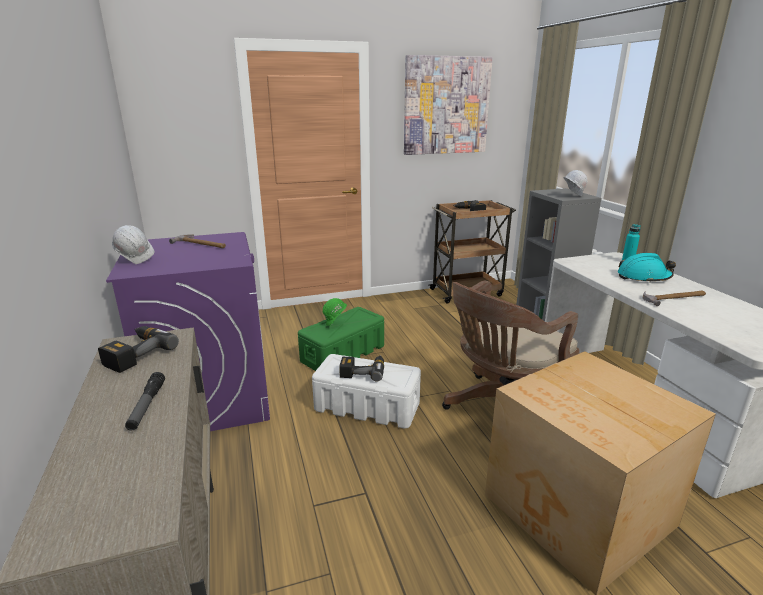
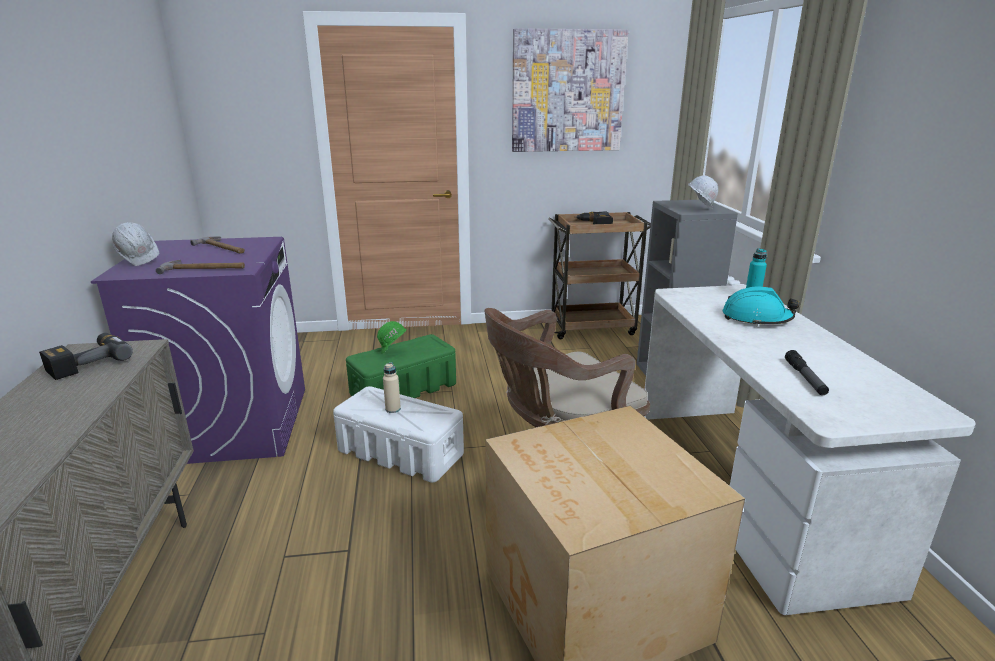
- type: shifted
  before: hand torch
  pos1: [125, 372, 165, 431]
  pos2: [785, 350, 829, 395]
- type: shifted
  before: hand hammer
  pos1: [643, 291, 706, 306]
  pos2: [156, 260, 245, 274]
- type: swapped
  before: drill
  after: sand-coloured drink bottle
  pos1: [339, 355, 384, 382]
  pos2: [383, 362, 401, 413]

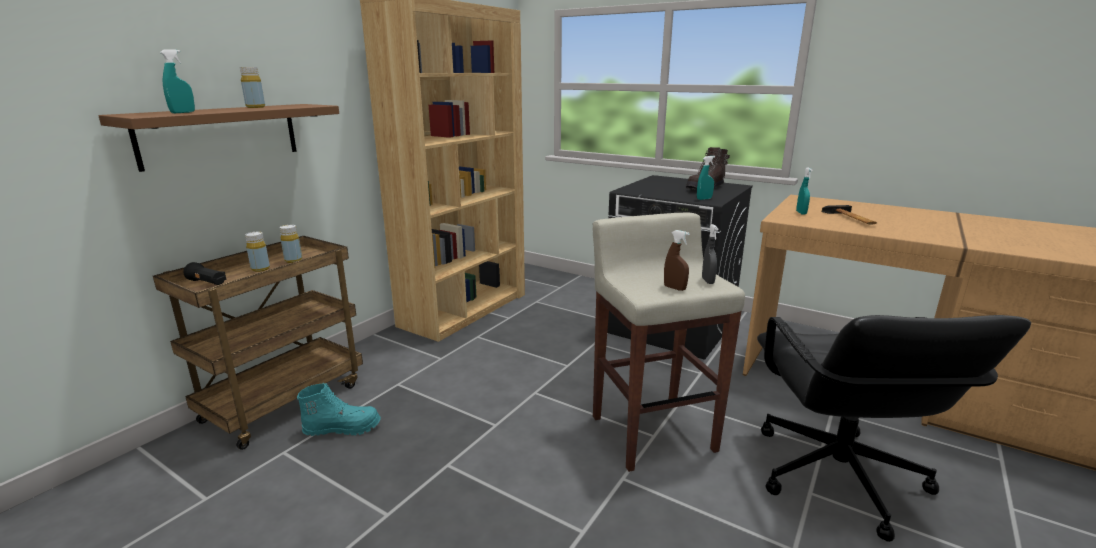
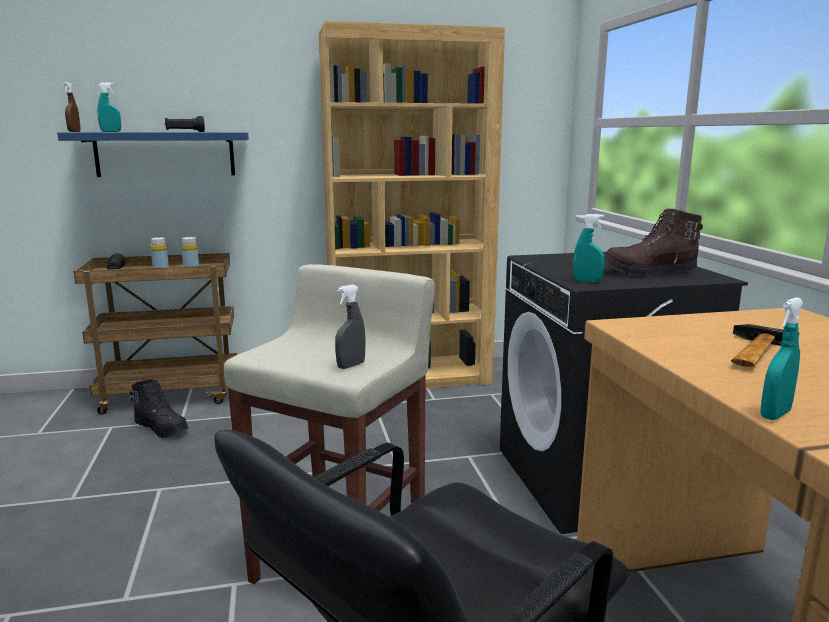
- type: shifted
  before: brown-coloured hand sprayer
  pos1: [664, 230, 690, 291]
  pos2: [63, 82, 81, 132]
- type: shifted
  before: turquoise-coloured hand sprayer
  pos1: [796, 167, 812, 215]
  pos2: [761, 297, 804, 420]
- type: swapped
  before: yellow drink bottle
  after: blackish hand torch
  pos1: [240, 67, 265, 108]
  pos2: [165, 116, 205, 132]
- type: repainted
  before: brown-coloured shelf
  after: blue-coloured shelf
  pos1: [98, 104, 339, 172]
  pos2: [57, 132, 249, 177]
- type: repainted
  before: turquoise-coloured boot
  after: blackish boot
  pos1: [297, 383, 381, 436]
  pos2: [130, 380, 189, 438]

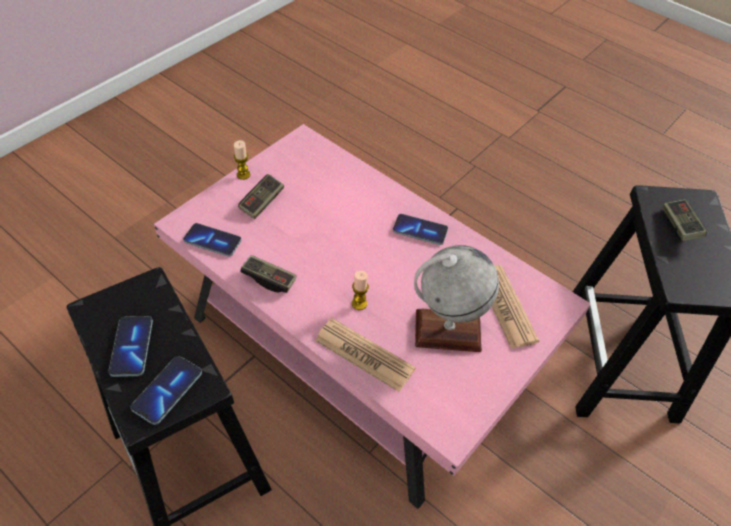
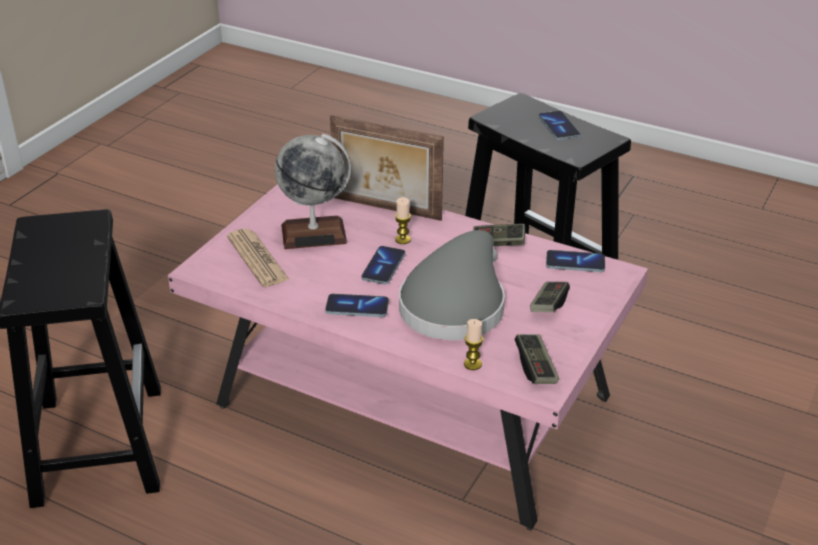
- type: new
  after: greyish wearable hat
  pos2: [399, 230, 505, 340]
- type: shifted
  before: handset
  pos1: [131, 356, 202, 425]
  pos2: [361, 246, 405, 284]
- type: shifted
  before: candle
  pos1: [234, 140, 250, 180]
  pos2: [464, 319, 483, 370]
- type: shifted
  before: game controller
  pos1: [663, 199, 707, 241]
  pos2: [515, 334, 559, 384]
- type: swapped
  before: printed paper
  after: photo frame
  pos1: [315, 318, 416, 392]
  pos2: [330, 115, 444, 221]

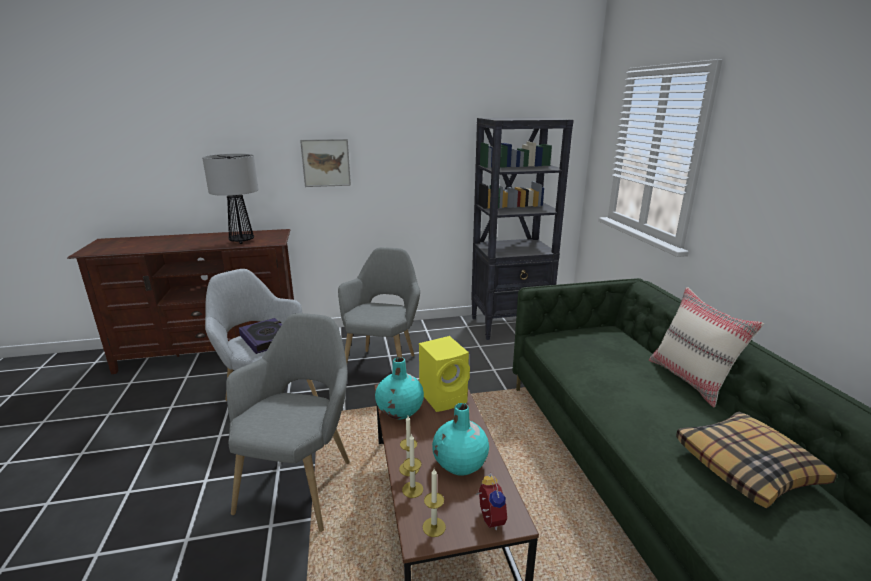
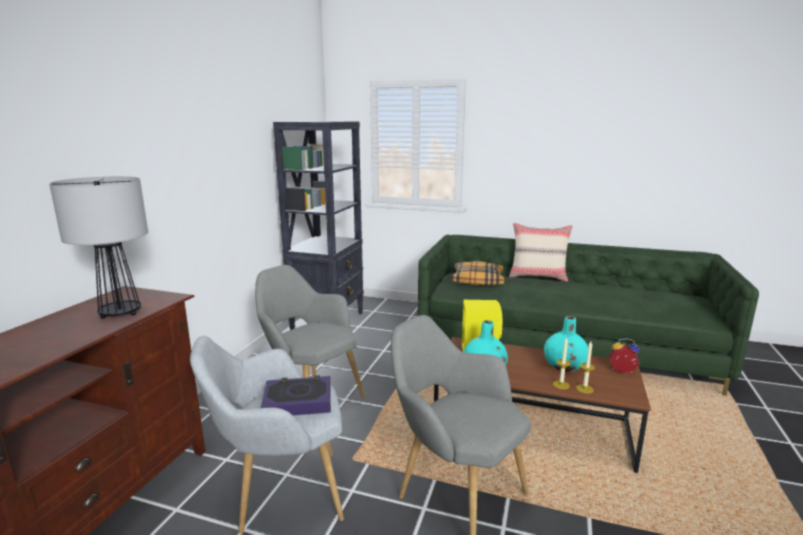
- type: gone
  before: picture
  pos1: [300, 139, 351, 187]
- type: gone
  before: candle
  pos1: [423, 469, 446, 537]
- type: shifted
  before: pillow
  pos1: [676, 412, 837, 508]
  pos2: [452, 261, 504, 286]

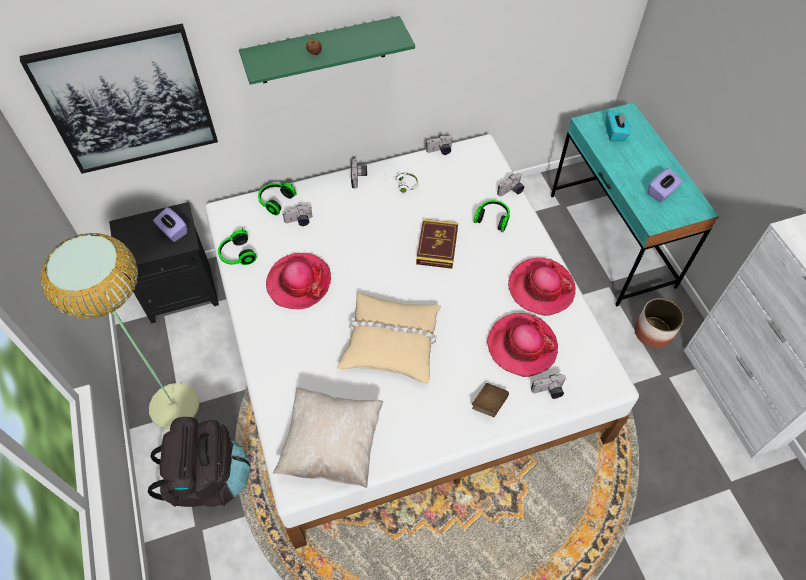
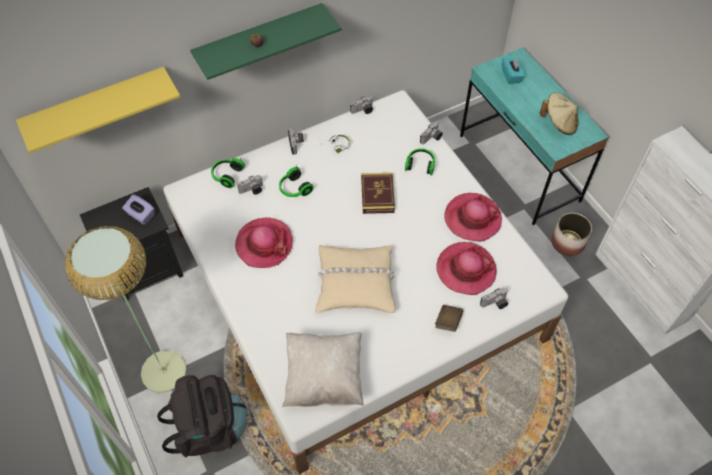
- type: shifted
  before: pair of headphones
  pos1: [218, 228, 257, 265]
  pos2: [279, 164, 314, 197]
- type: swapped
  before: picture
  after: yellow shelf
  pos1: [20, 23, 218, 174]
  pos2: [16, 67, 180, 153]
- type: swapped
  before: purple tissue holder
  after: sand-coloured wearable hat
  pos1: [648, 168, 683, 203]
  pos2: [540, 92, 579, 135]

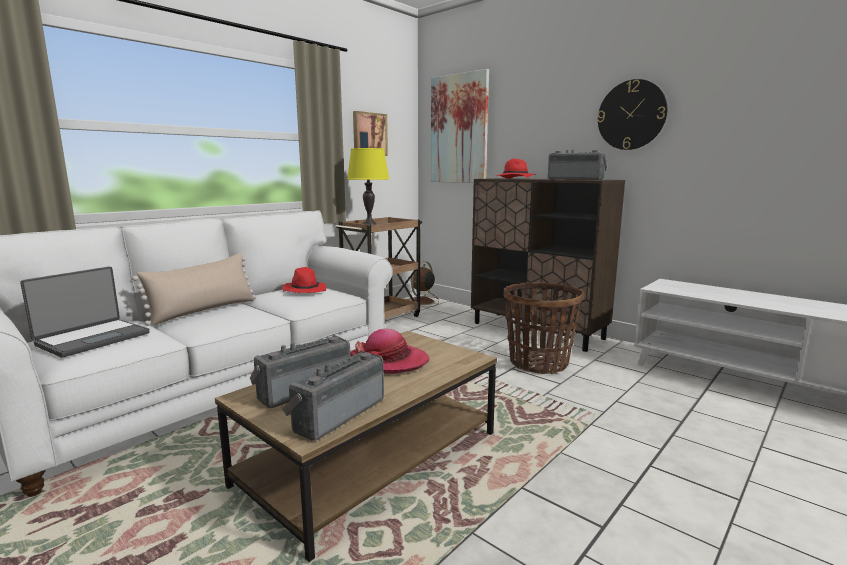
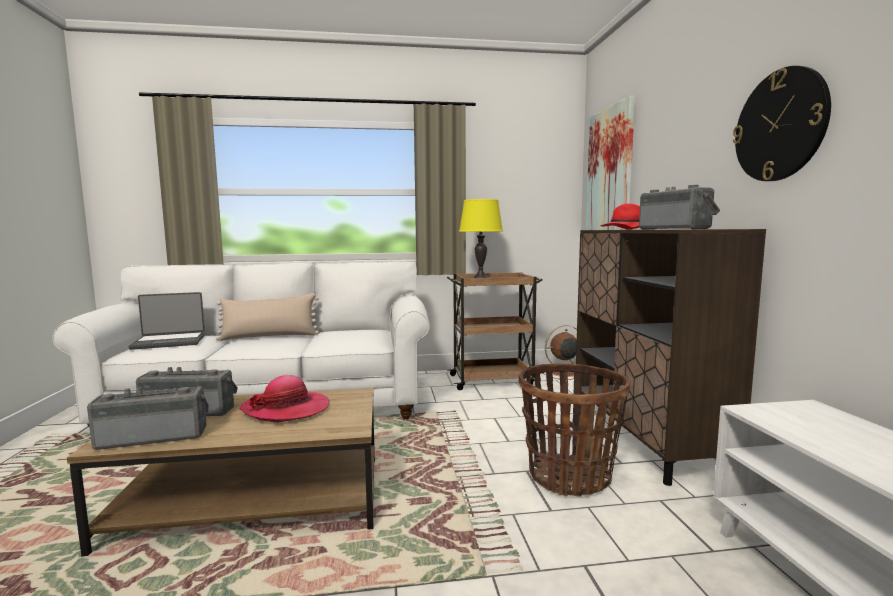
- type: gone
  before: red wearable hat
  pos1: [282, 267, 326, 293]
- type: gone
  before: picture
  pos1: [353, 111, 388, 156]

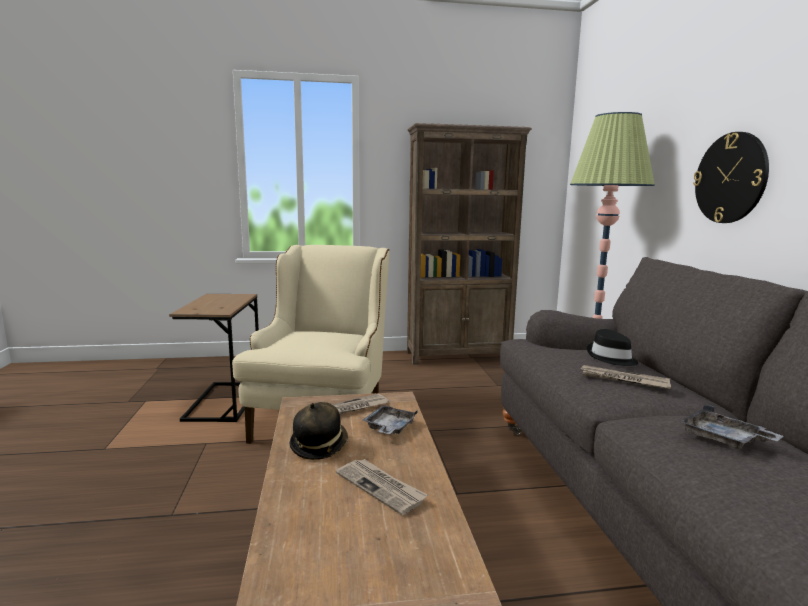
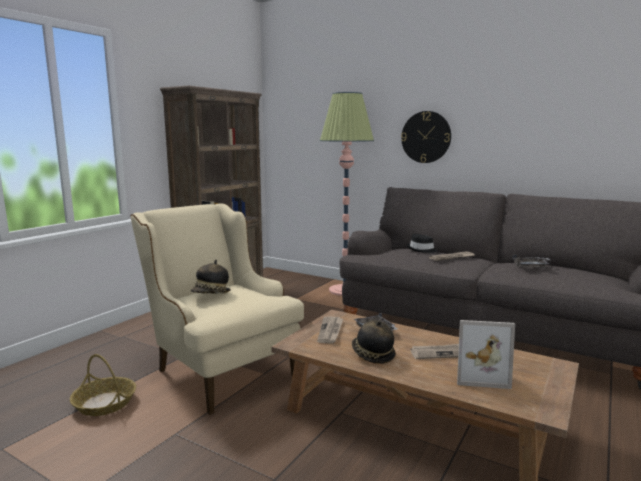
- type: new
  after: wearable hat
  pos2: [191, 260, 231, 294]
- type: new
  after: photo frame
  pos2: [457, 320, 515, 389]
- type: swapped
  before: brown-coloured side table
  after: basket
  pos1: [169, 294, 259, 422]
  pos2: [70, 354, 136, 416]

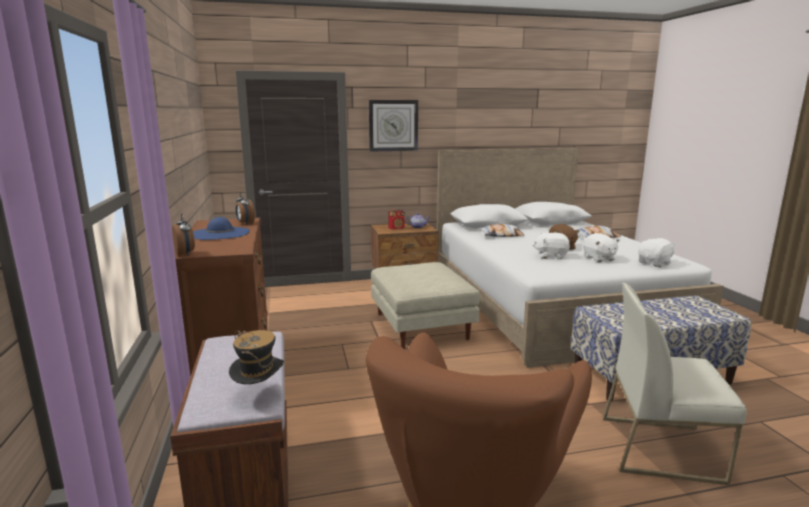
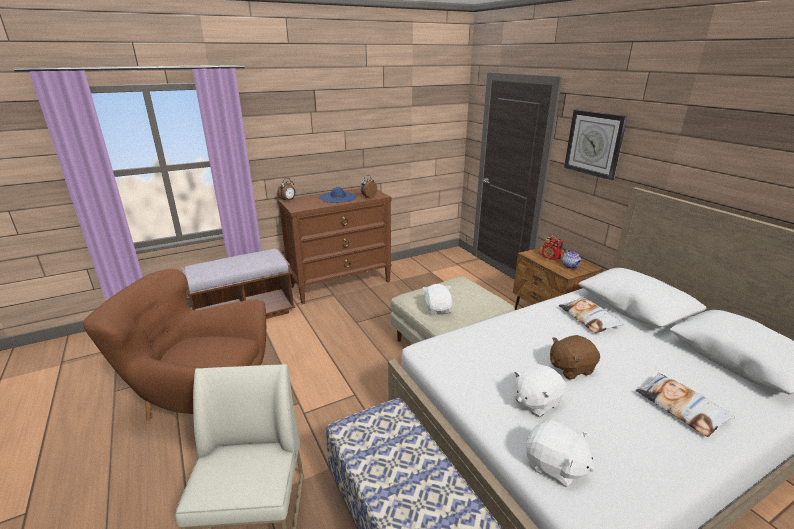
- type: gone
  before: wearable hat
  pos1: [229, 330, 284, 384]
- type: shifted
  before: white plush toy
  pos1: [532, 233, 570, 259]
  pos2: [423, 284, 453, 314]

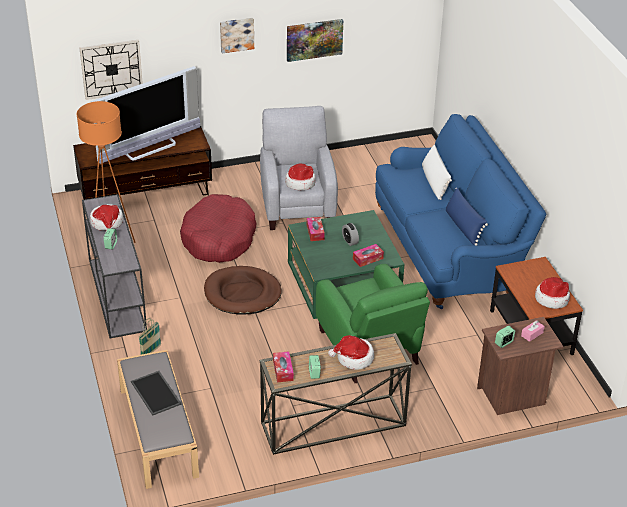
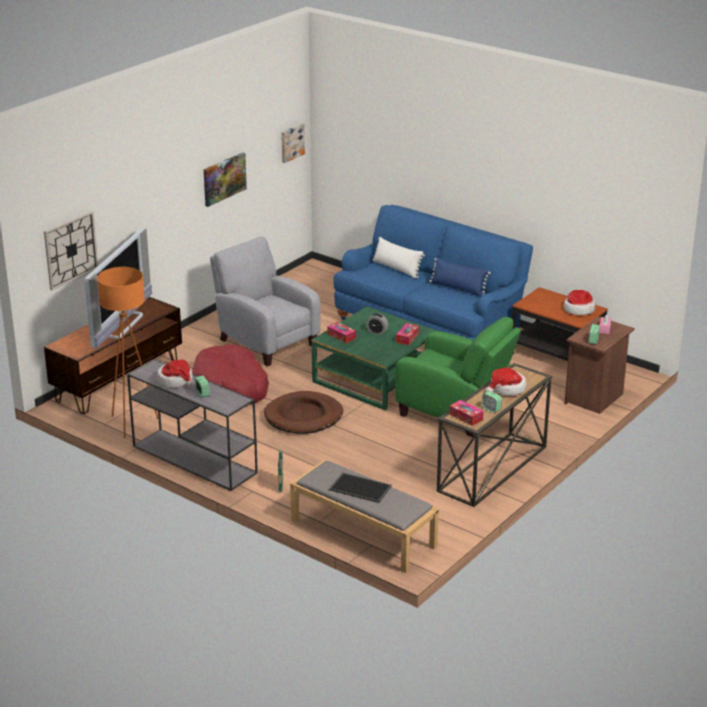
- type: gone
  before: wearable hat
  pos1: [285, 164, 315, 190]
- type: shifted
  before: picture
  pos1: [220, 18, 254, 53]
  pos2: [281, 123, 305, 163]

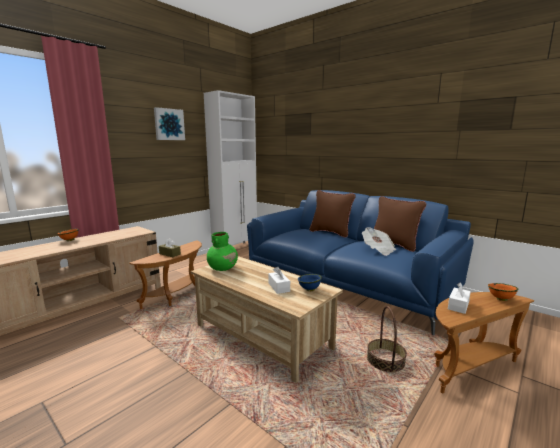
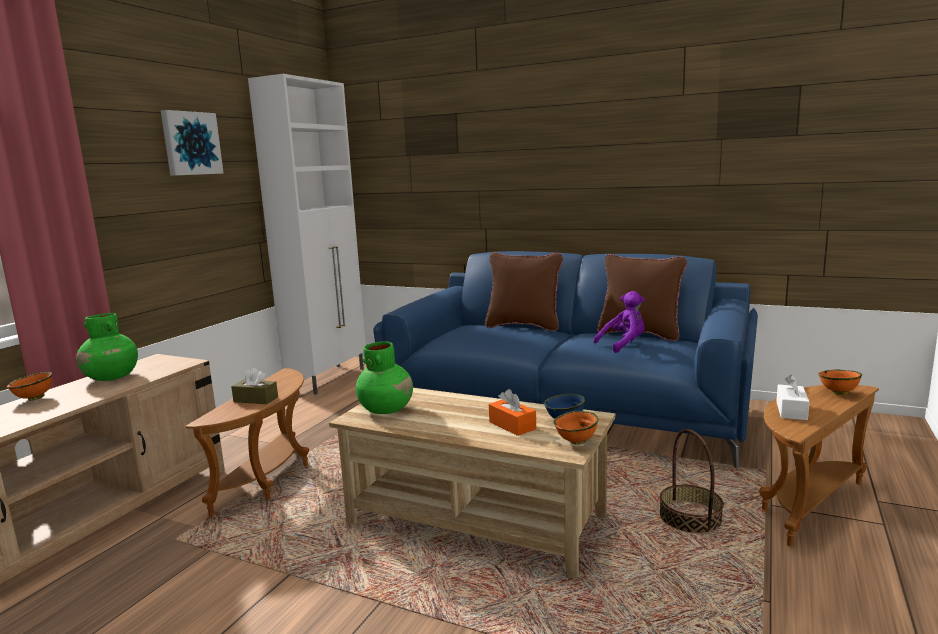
- type: new
  after: green-coloured vase
  pos2: [76, 313, 138, 381]
- type: new
  after: orange serving bowl
  pos2: [553, 411, 598, 445]
- type: swapped
  before: printed paper
  after: purple plush toy
  pos1: [362, 227, 396, 256]
  pos2: [594, 291, 645, 353]
- type: repainted
  before: white tissue holder
  after: orange tissue holder
  pos1: [268, 266, 290, 294]
  pos2: [489, 389, 536, 436]

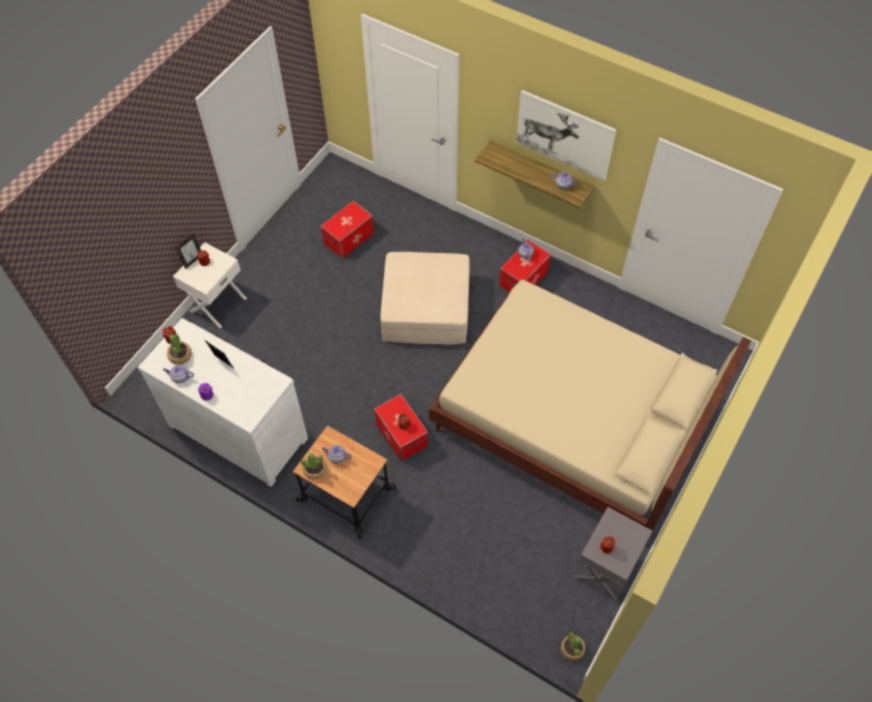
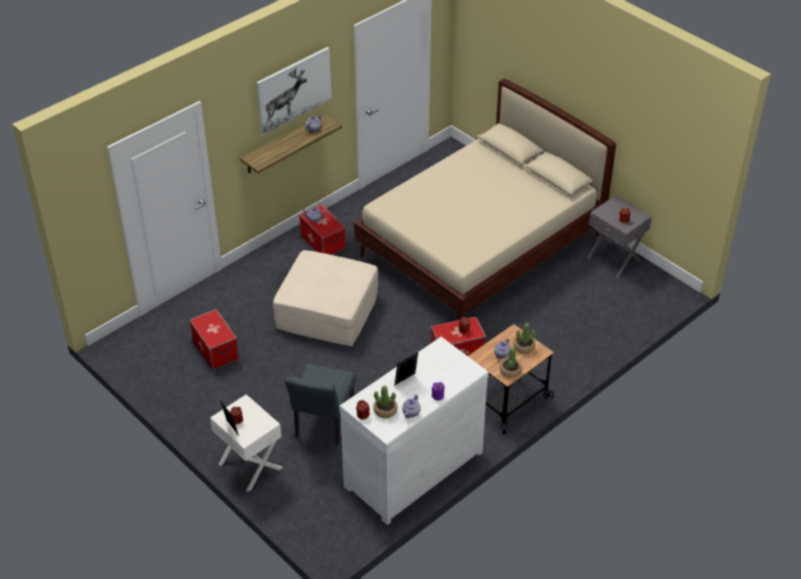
- type: new
  after: greyish chair
  pos2: [285, 363, 356, 445]
- type: shifted
  before: potted plant
  pos1: [561, 632, 585, 661]
  pos2: [513, 323, 536, 354]

